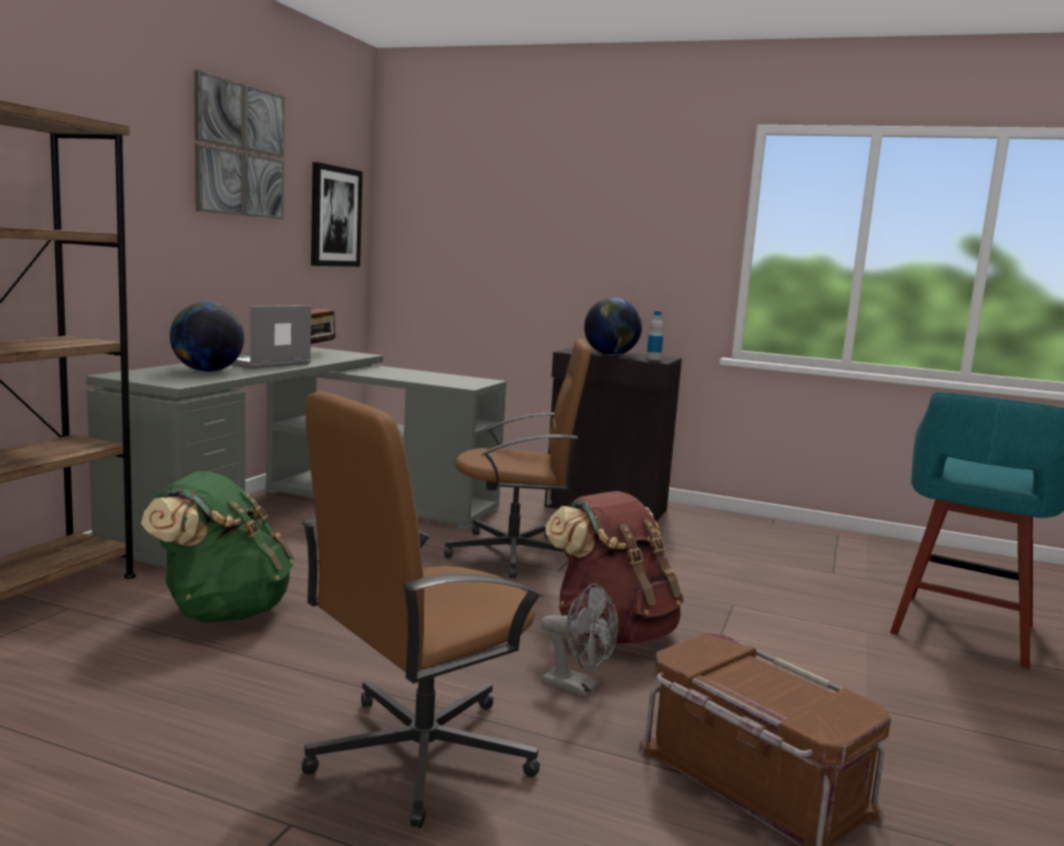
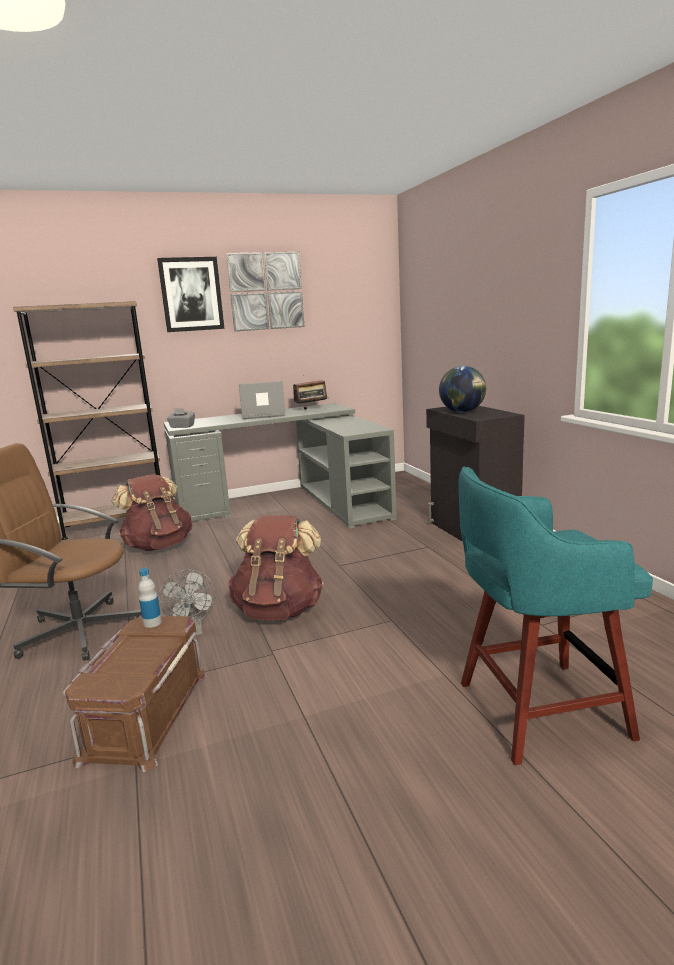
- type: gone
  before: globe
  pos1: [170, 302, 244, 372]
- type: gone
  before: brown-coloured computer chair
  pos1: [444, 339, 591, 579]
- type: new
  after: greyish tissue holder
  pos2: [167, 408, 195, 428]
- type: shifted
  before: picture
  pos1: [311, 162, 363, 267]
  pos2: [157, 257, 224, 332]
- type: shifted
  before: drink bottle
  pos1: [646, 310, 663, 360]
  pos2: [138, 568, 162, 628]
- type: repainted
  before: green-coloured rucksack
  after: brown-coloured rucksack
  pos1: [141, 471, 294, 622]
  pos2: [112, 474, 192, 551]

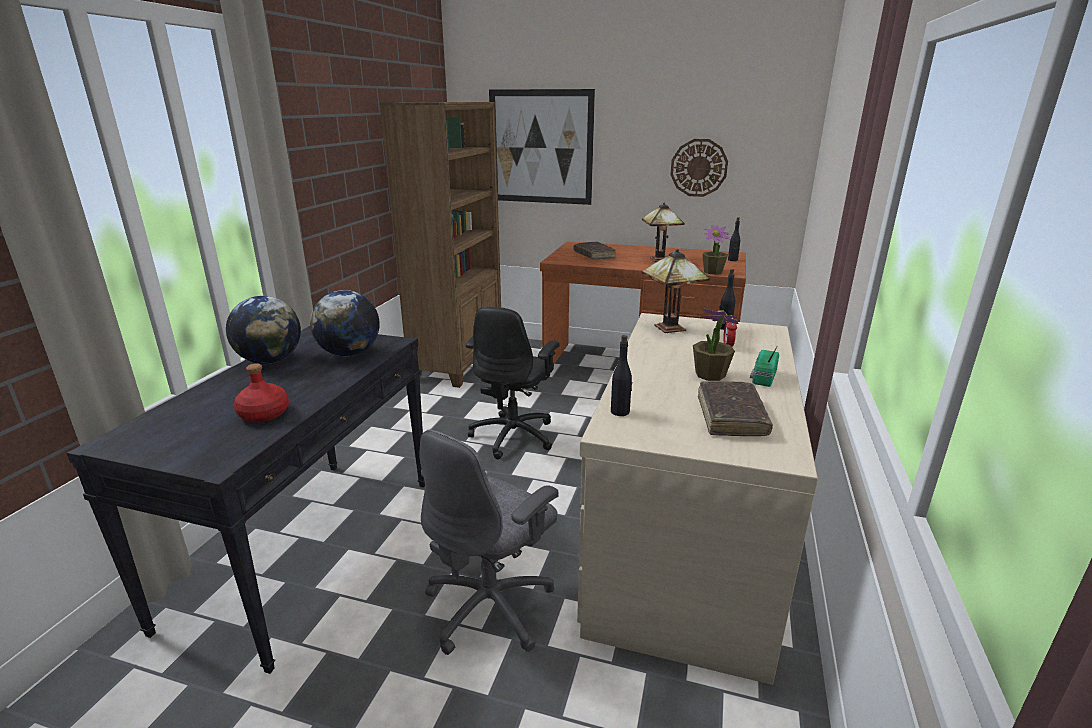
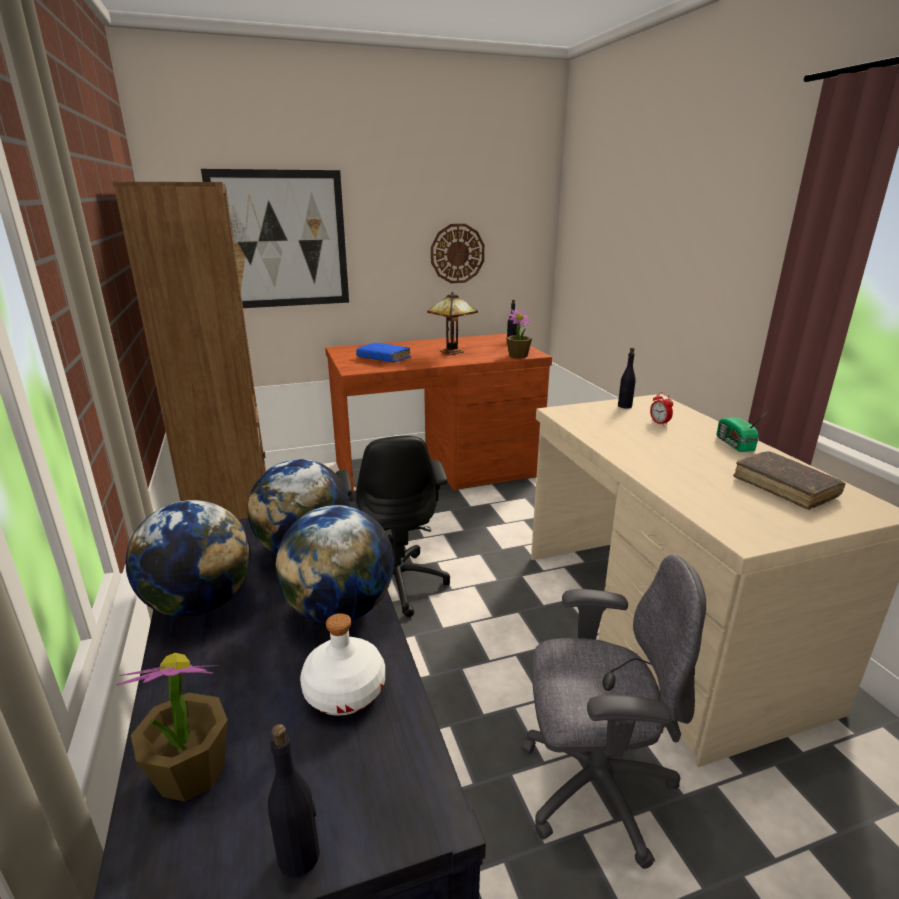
- type: gone
  before: lamp for a table
  pos1: [641, 249, 710, 333]
- type: new
  after: globe
  pos2: [275, 505, 394, 623]
- type: shifted
  before: blackish drink bottle
  pos1: [611, 335, 632, 416]
  pos2: [268, 724, 320, 878]
- type: shifted
  before: potted plant
  pos1: [693, 308, 739, 381]
  pos2: [116, 653, 228, 801]
- type: repainted
  before: red drink bottle
  after: white drink bottle
  pos1: [234, 363, 289, 422]
  pos2: [300, 613, 385, 716]
- type: repainted
  before: brown-coloured volume
  after: blue-coloured volume
  pos1: [573, 241, 616, 259]
  pos2: [356, 342, 411, 362]
- type: rotated
  before: greyish computer chair
  pos1: [419, 430, 559, 655]
  pos2: [521, 555, 706, 869]
  turn: -90

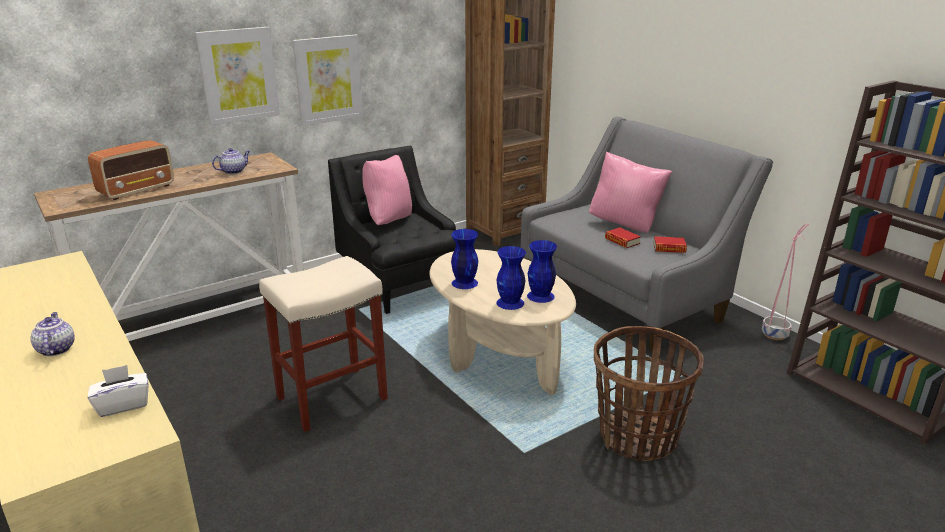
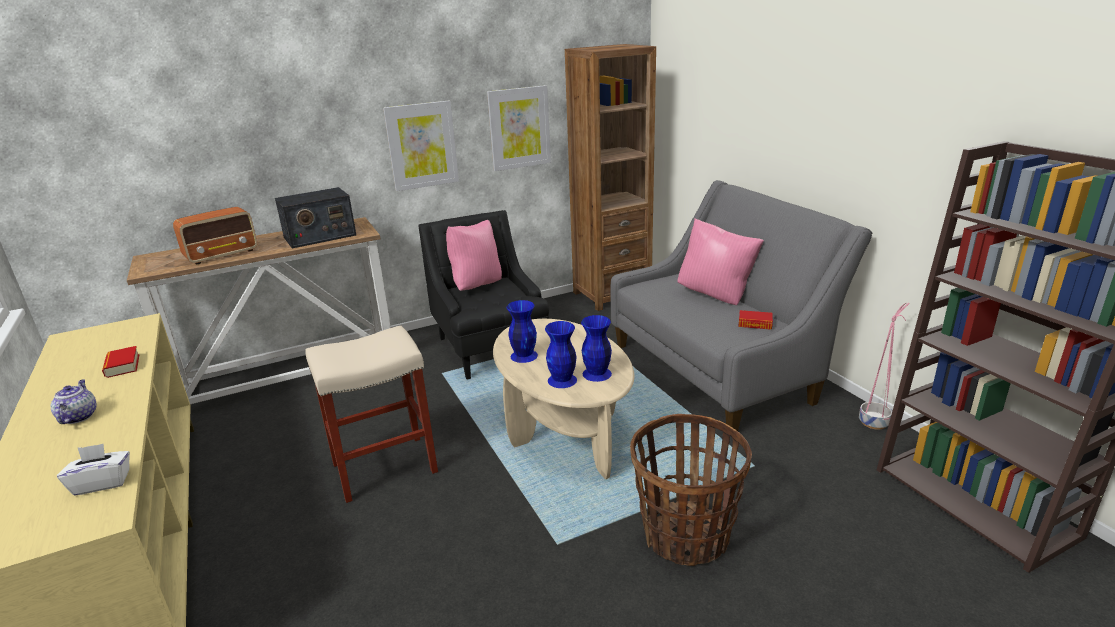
- type: shifted
  before: picture
  pos1: [195, 27, 280, 125]
  pos2: [487, 85, 551, 171]
- type: shifted
  before: volume
  pos1: [605, 227, 641, 248]
  pos2: [102, 346, 139, 378]
- type: swapped
  before: teapot
  after: radio
  pos1: [212, 148, 250, 174]
  pos2: [275, 187, 356, 248]

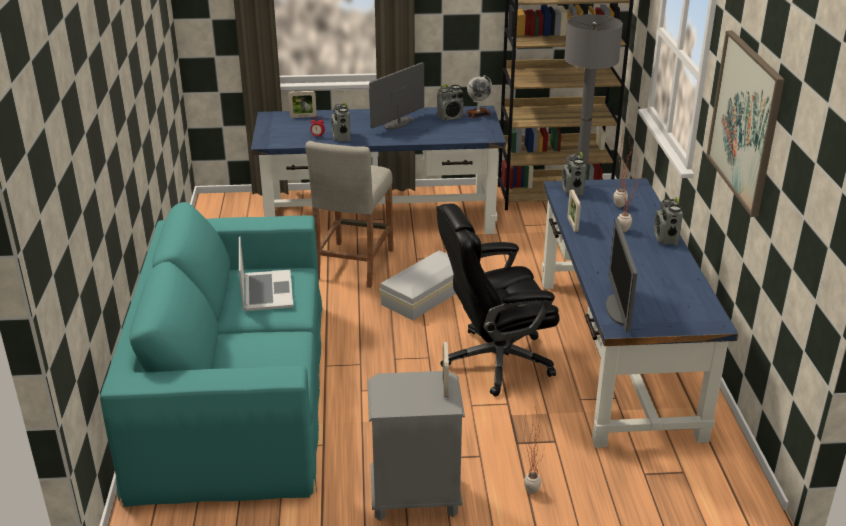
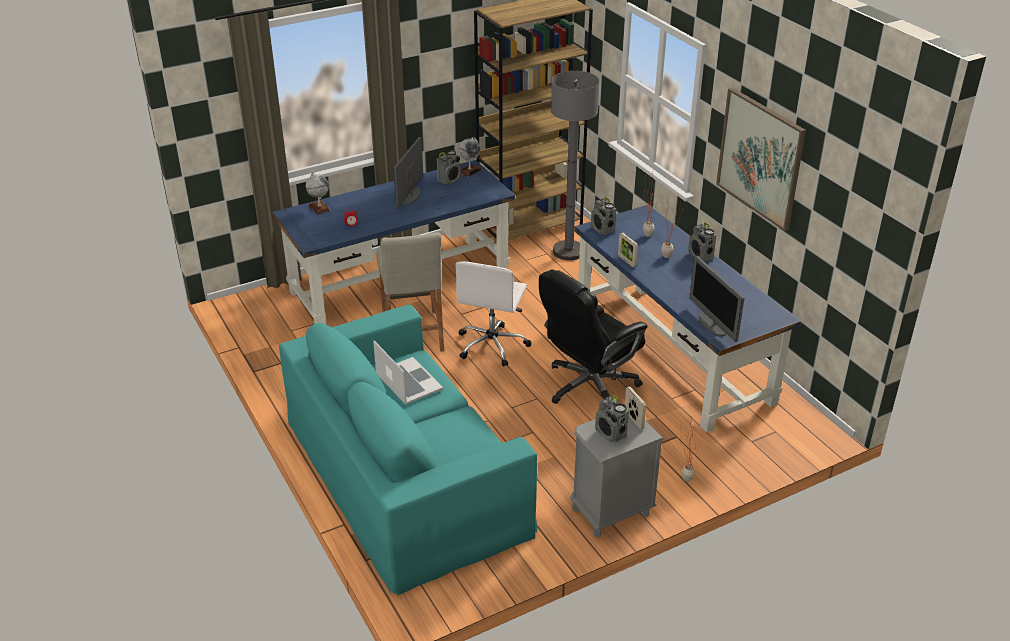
- type: shifted
  before: radio
  pos1: [331, 101, 351, 141]
  pos2: [595, 395, 629, 443]
- type: swapped
  before: photo frame
  after: globe
  pos1: [288, 91, 317, 118]
  pos2: [306, 172, 331, 215]
- type: swapped
  before: white storage container
  after: white computer chair
  pos1: [379, 250, 456, 321]
  pos2: [455, 261, 531, 367]

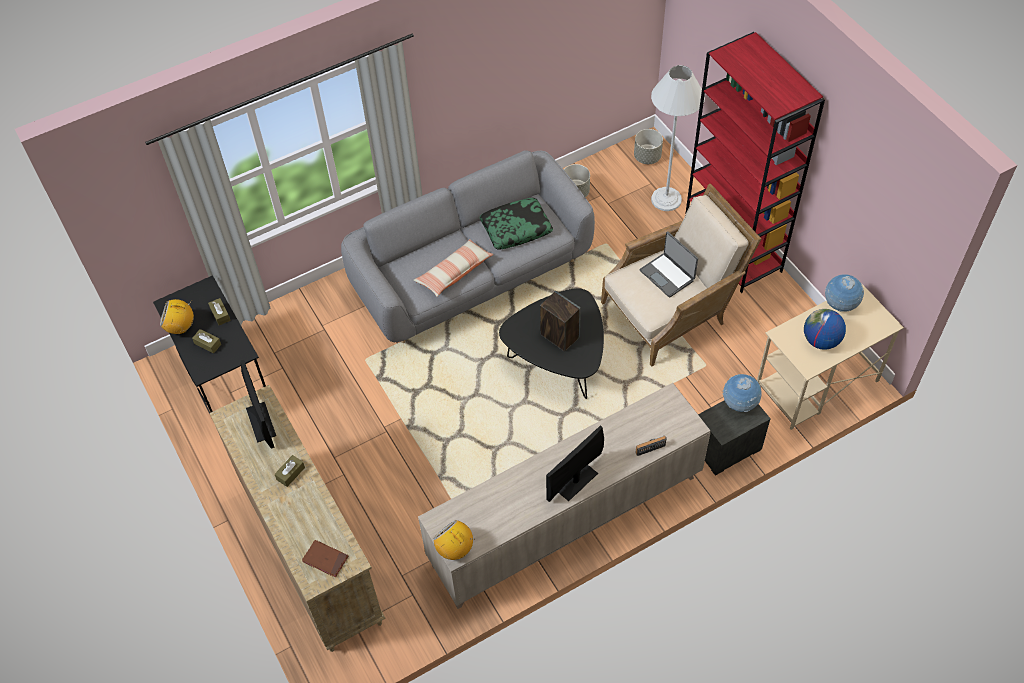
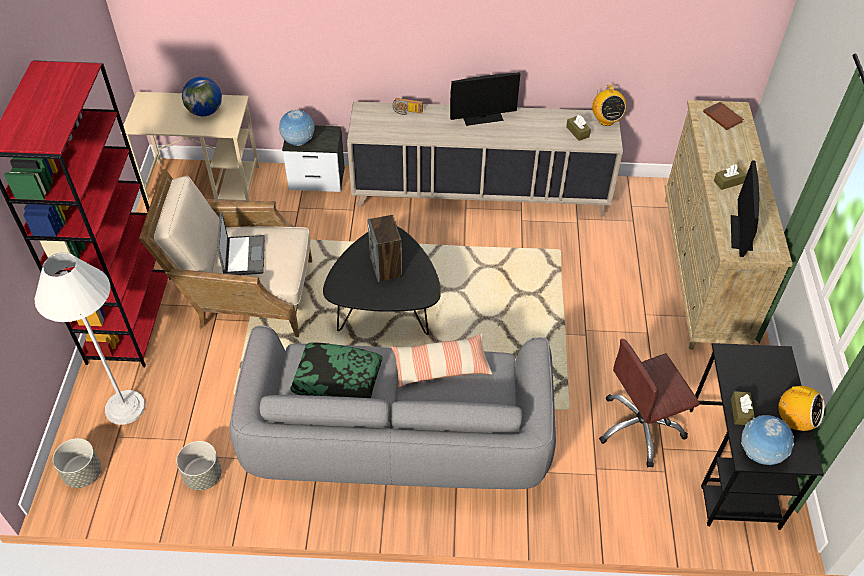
- type: new
  after: brown-coloured computer chair
  pos2: [599, 339, 700, 467]
- type: shifted
  before: brown-coloured tissue holder
  pos1: [192, 329, 221, 354]
  pos2: [566, 115, 591, 141]
- type: shifted
  before: globe
  pos1: [825, 275, 864, 312]
  pos2: [741, 415, 794, 465]

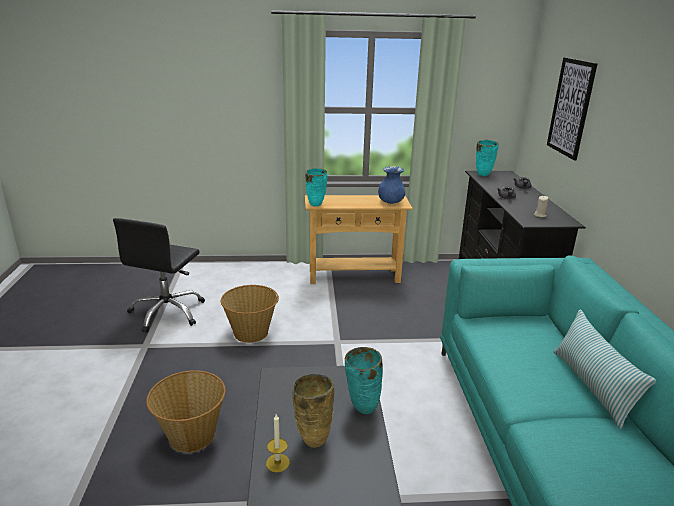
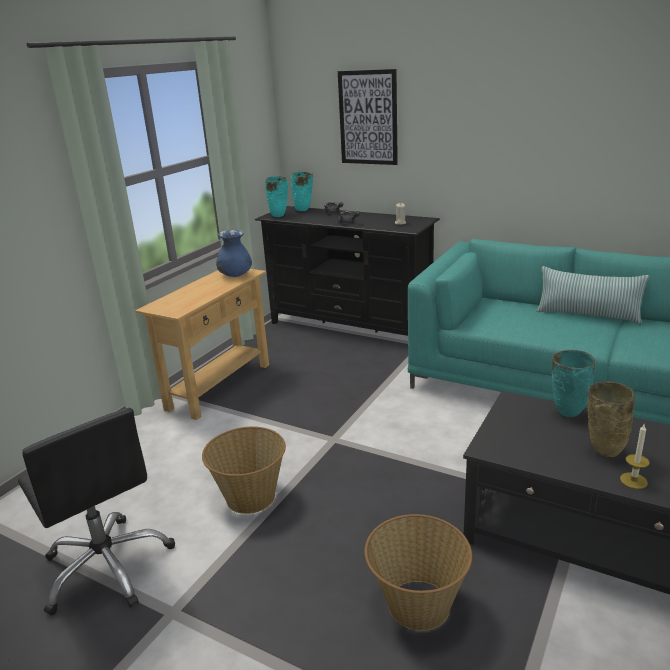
- type: shifted
  before: turquoise-coloured vase
  pos1: [305, 168, 328, 207]
  pos2: [291, 172, 313, 211]

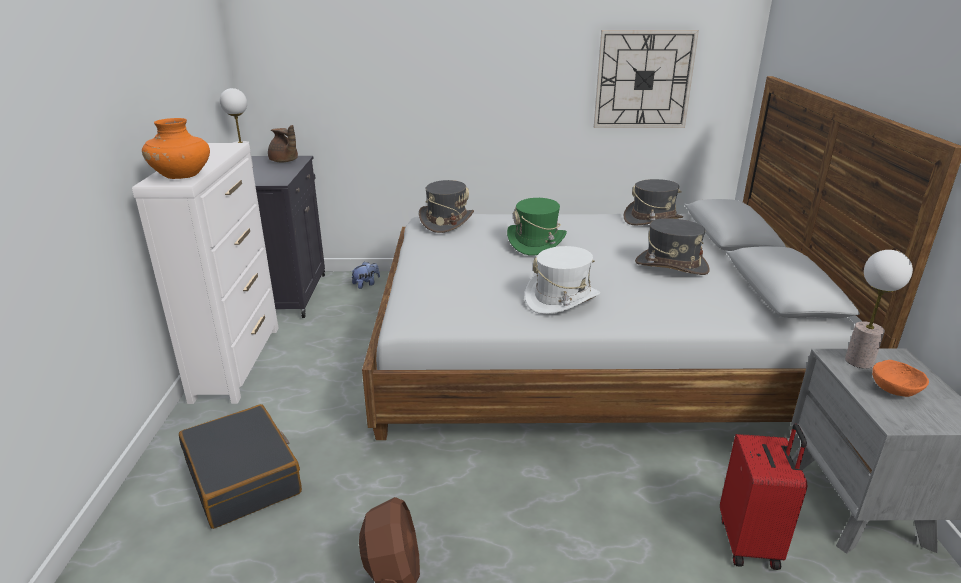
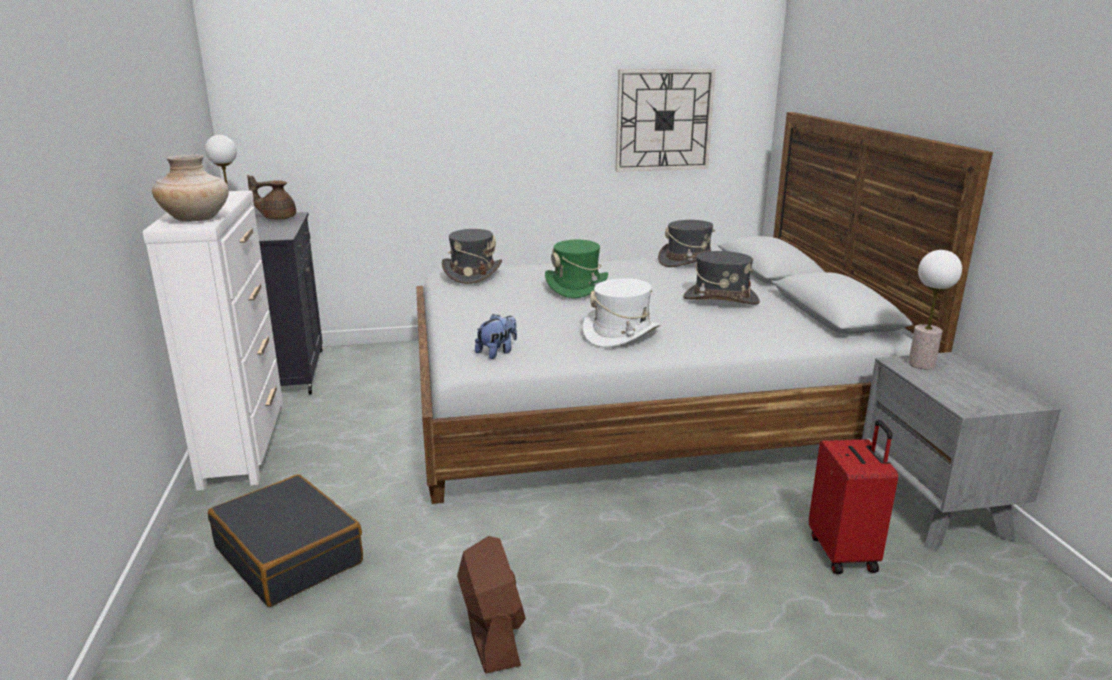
- type: gone
  before: orange serving bowl
  pos1: [872, 360, 929, 397]
- type: shifted
  before: plush toy
  pos1: [352, 262, 380, 289]
  pos2: [475, 314, 517, 359]
- type: repainted
  before: orange vase
  after: sand-coloured vase
  pos1: [142, 118, 210, 179]
  pos2: [152, 155, 229, 222]
- type: rotated
  before: brown-coloured teapot
  pos1: [268, 125, 298, 163]
  pos2: [247, 175, 296, 220]
  turn: 135

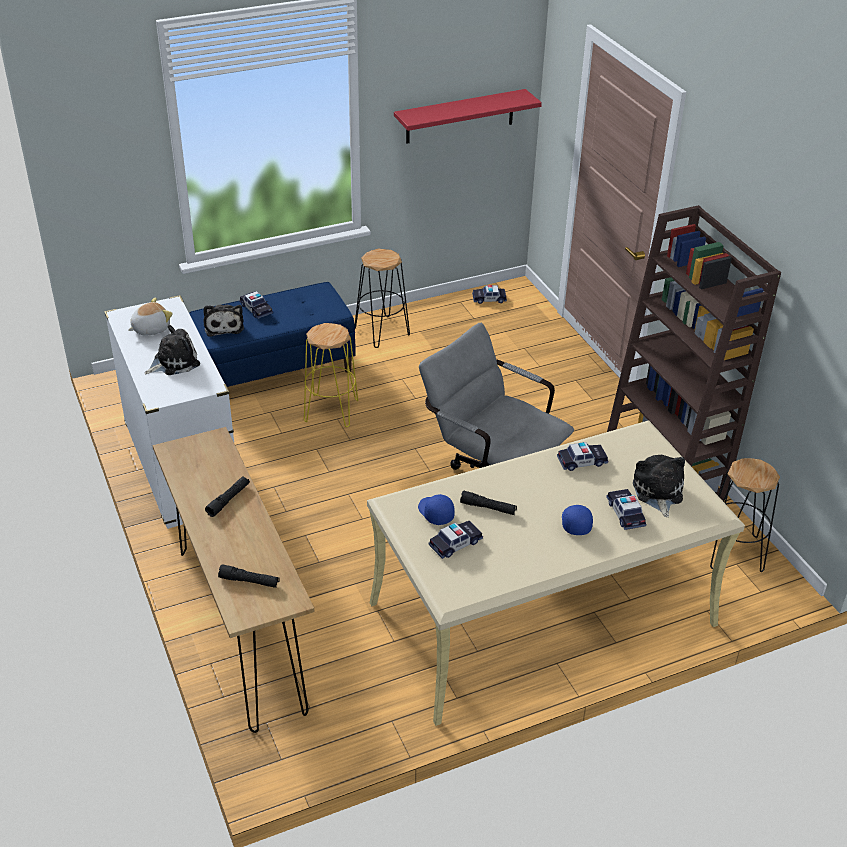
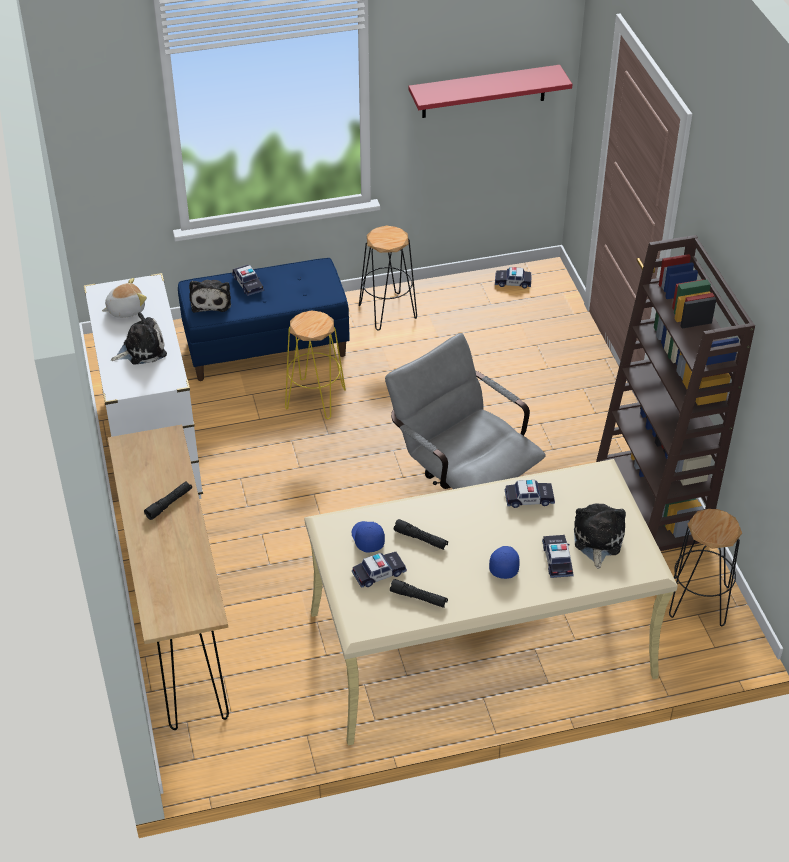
- type: shifted
  before: blackish hand torch
  pos1: [218, 565, 280, 588]
  pos2: [390, 579, 448, 608]

